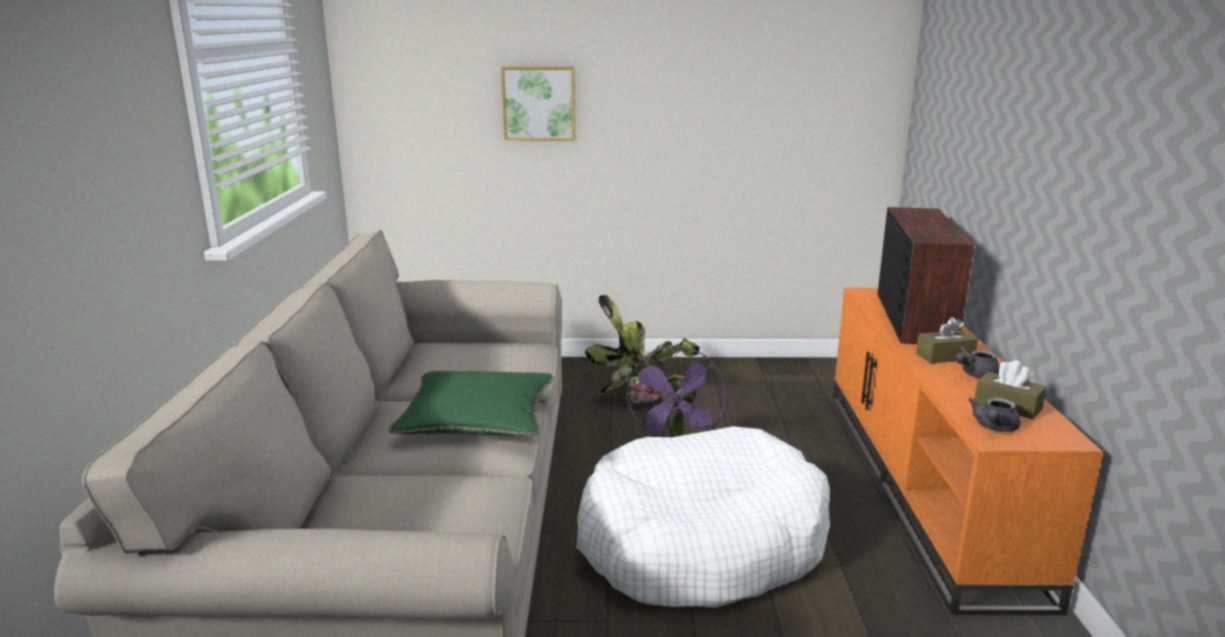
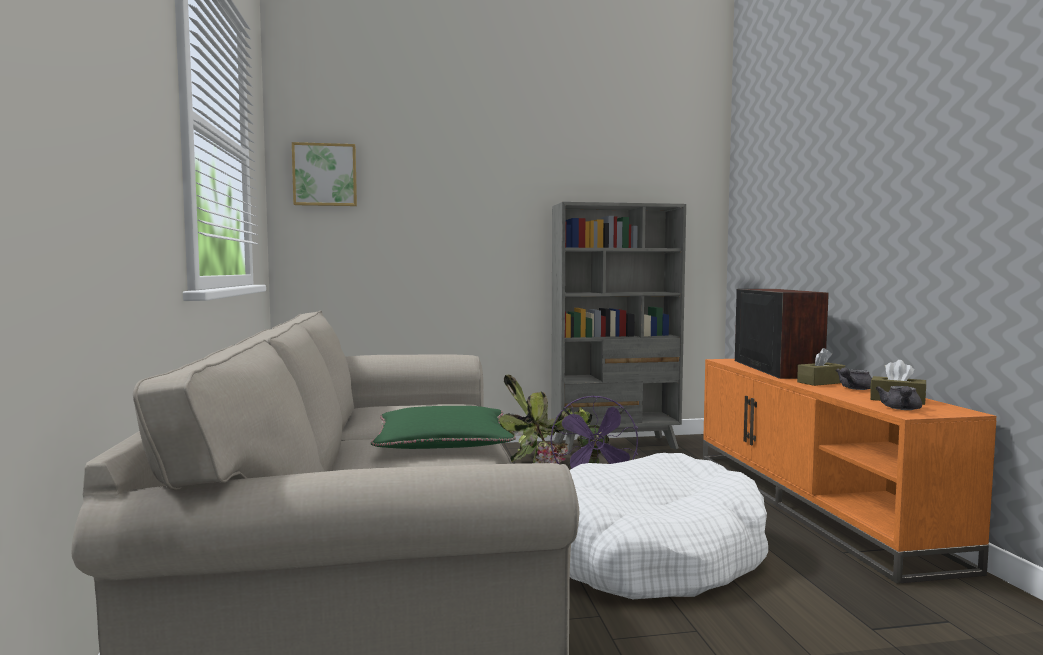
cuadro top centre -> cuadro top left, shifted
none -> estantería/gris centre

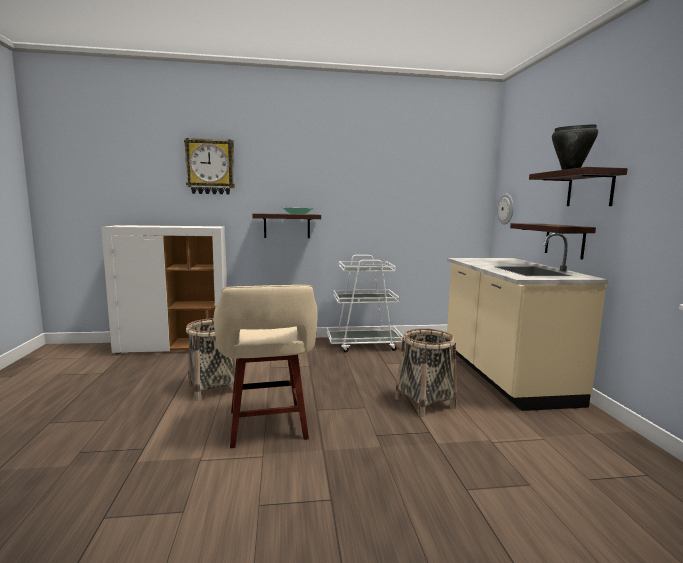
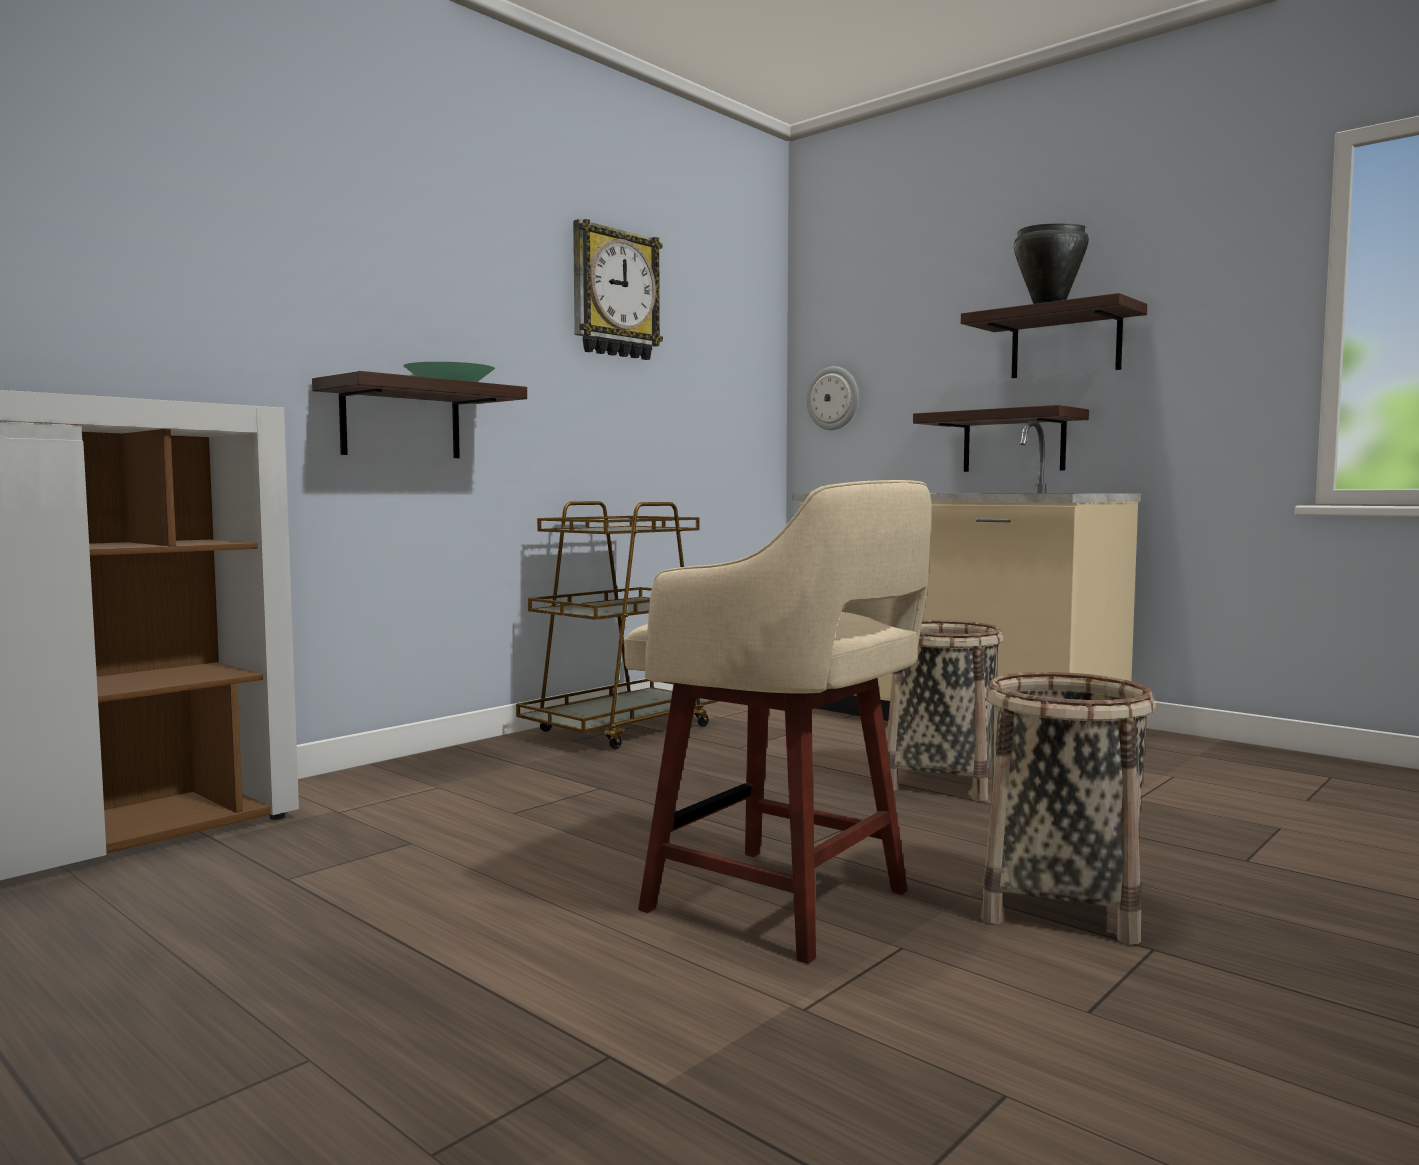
reloj de pared (no. 1 from left) top left -> reloj de pared (no. 1 from left) top centre, shifted
cesta (no. 1 from left in the first image) middle left -> cesta (no. 2 from left) bottom right, shifted
carrito/blanco centre -> carrito/marrón centre

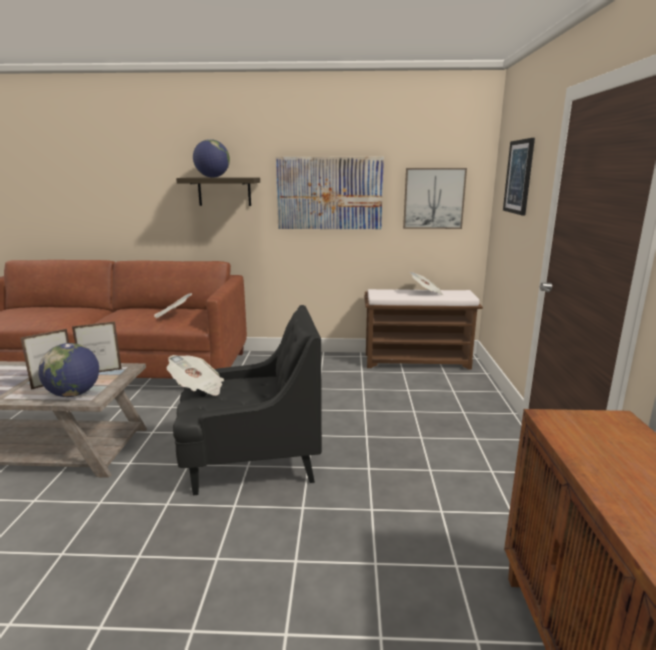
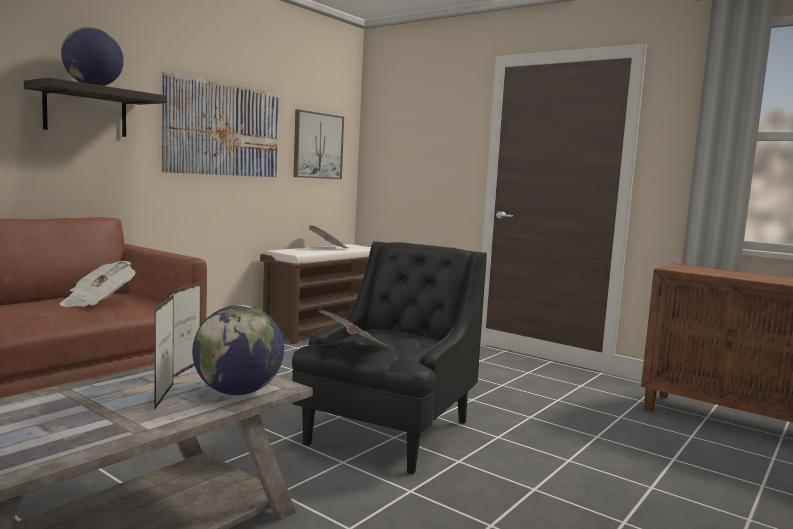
cuadro (no. 3 from left) top right -> none

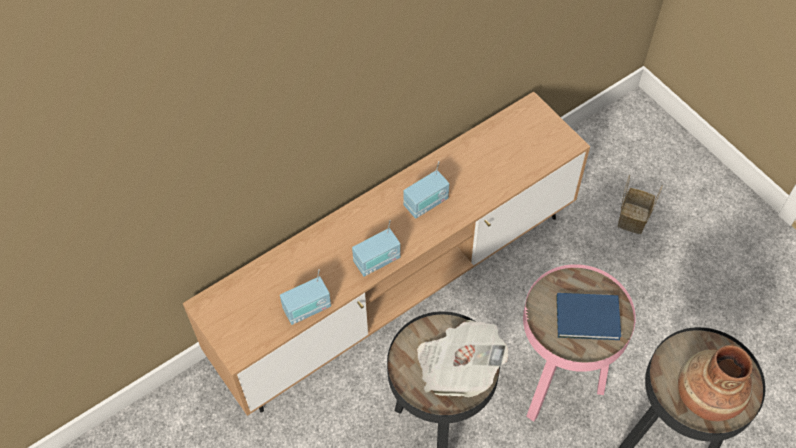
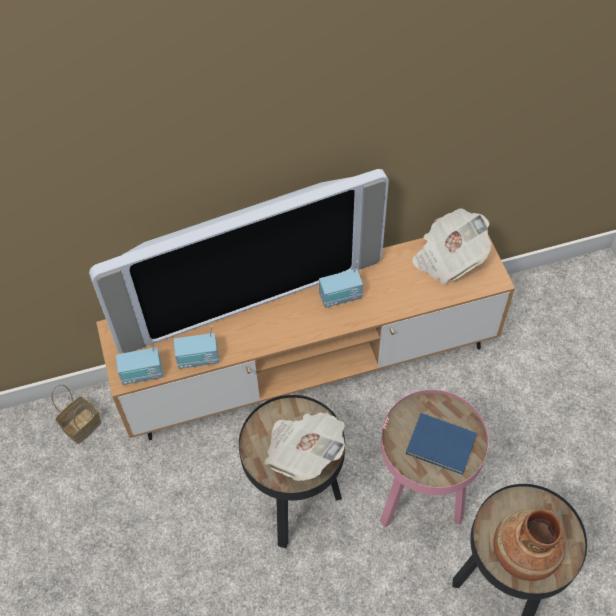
radio (no. 2 from left in the first image) centre -> radio (no. 1 from left) middle left, shifted
cesta middle right -> cesta bottom left, shifted
none -> televisor centre
none -> periódico (no. 2 from left) middle right

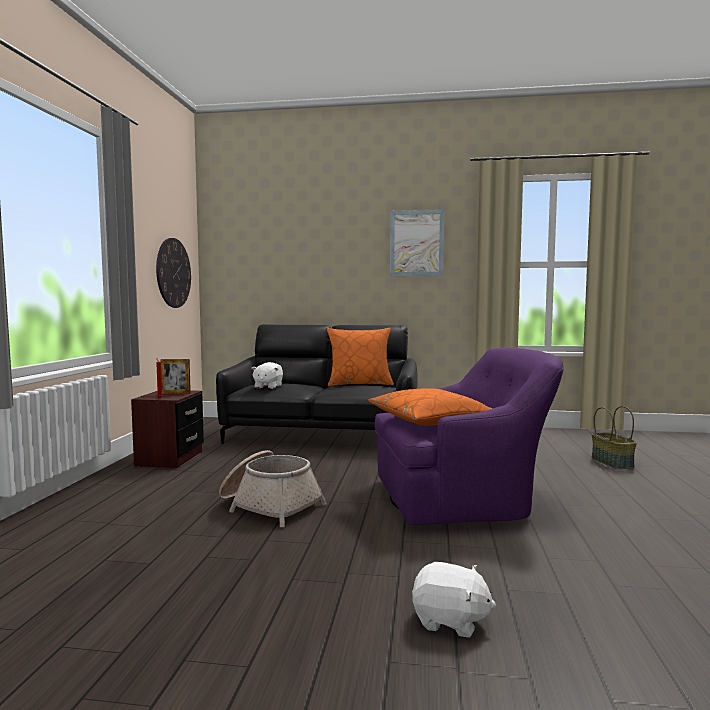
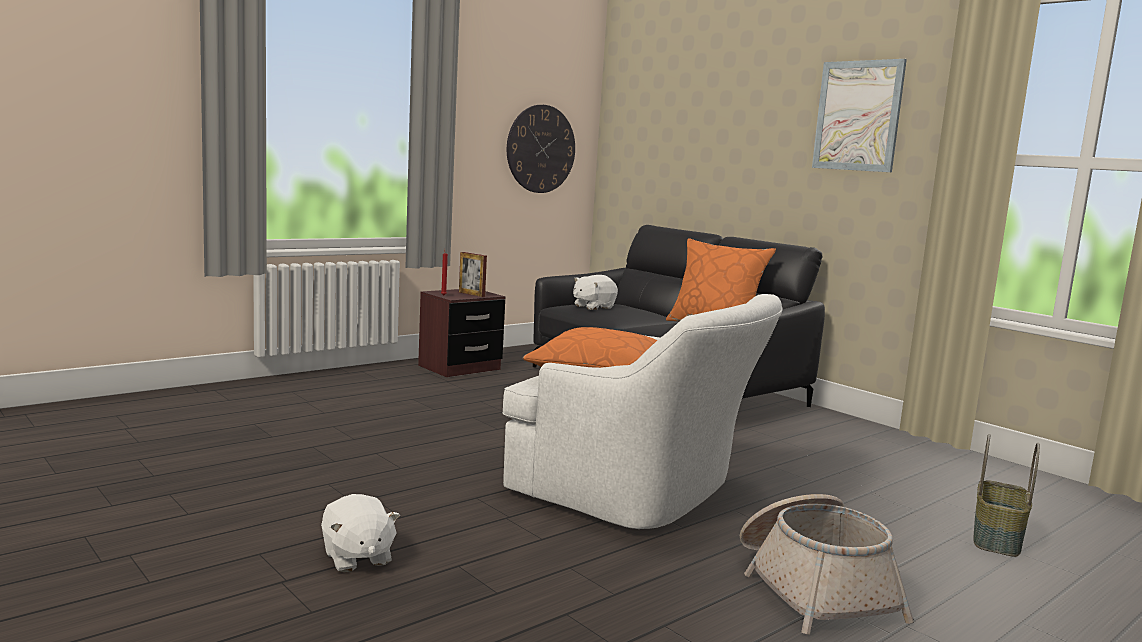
cesta (no. 1 from left) bottom centre -> cesta (no. 1 from left) bottom right, shifted
sillón/morado centre -> sillón/blanco centre

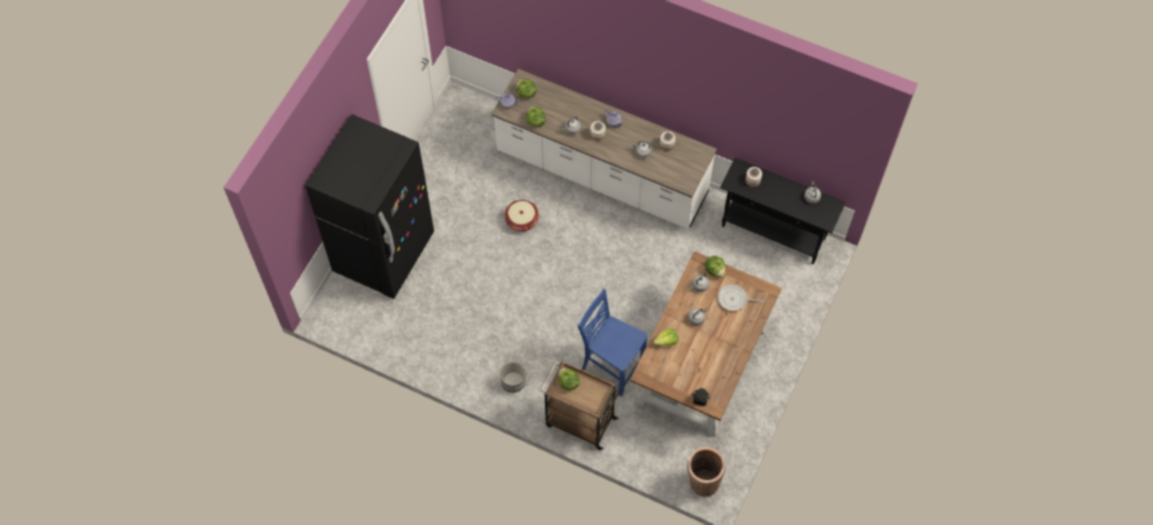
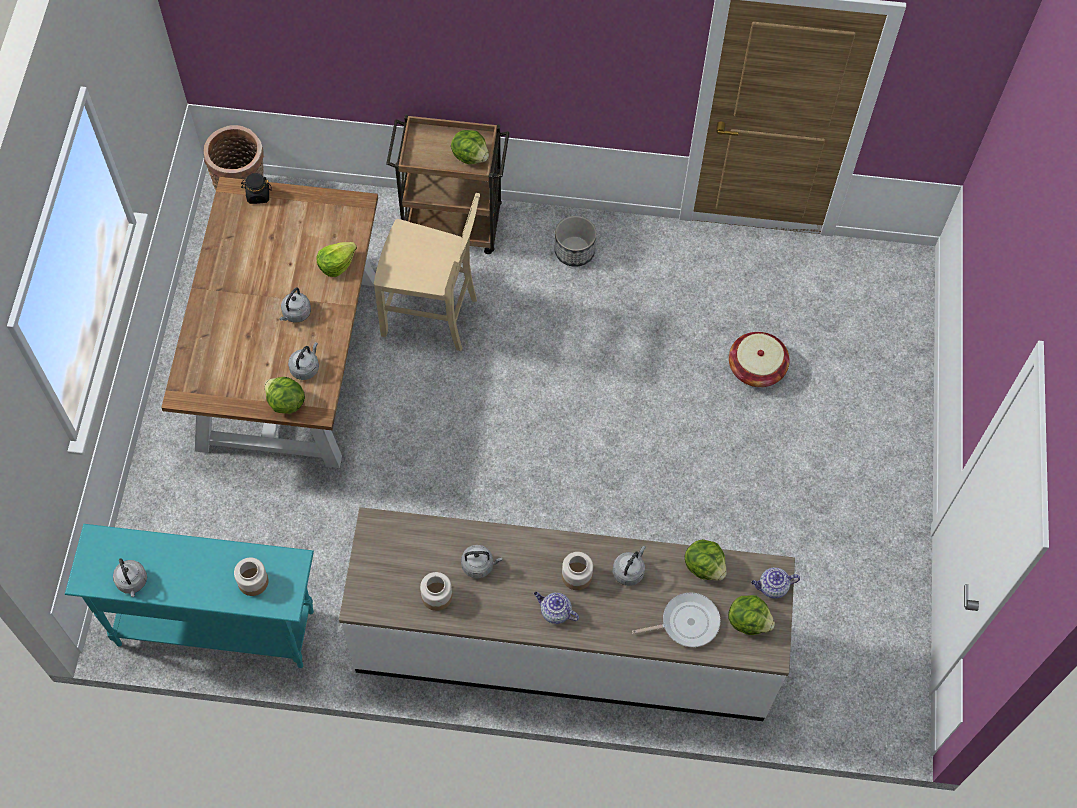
nevera/negro middle left -> none
cesta (no. 1 from left in the first image) centre -> cesta (no. 2 from left) middle right, shifted
silla/azul centre -> silla/beis centre
sartén centre -> sartén bottom centre, shifted
mesa consola/negro middle right -> mesa consola/turquesa bottom left

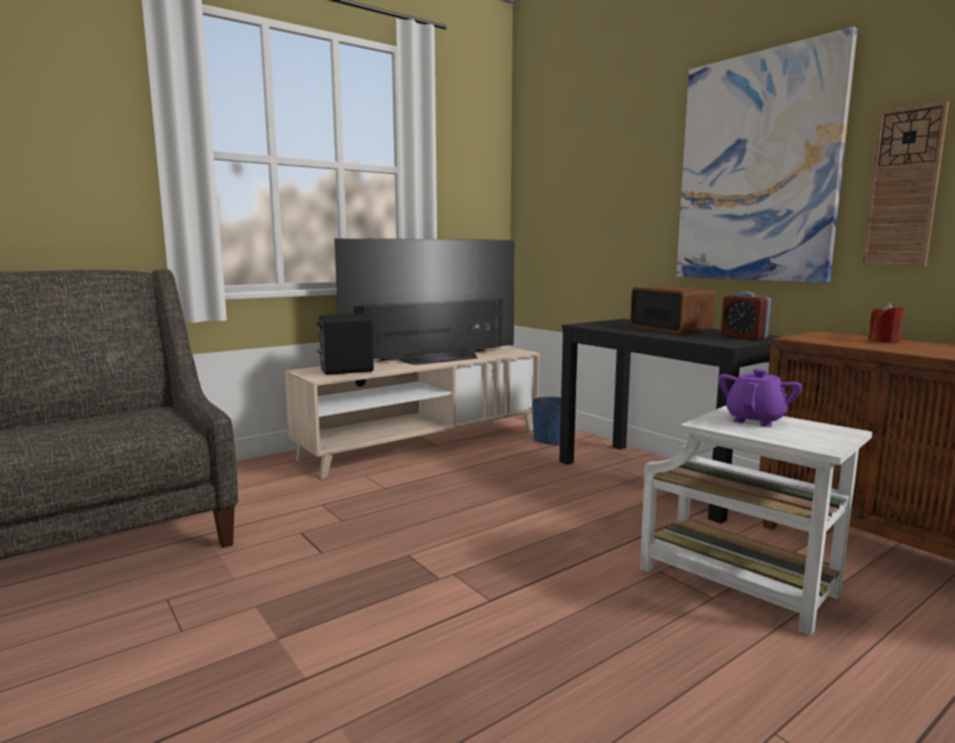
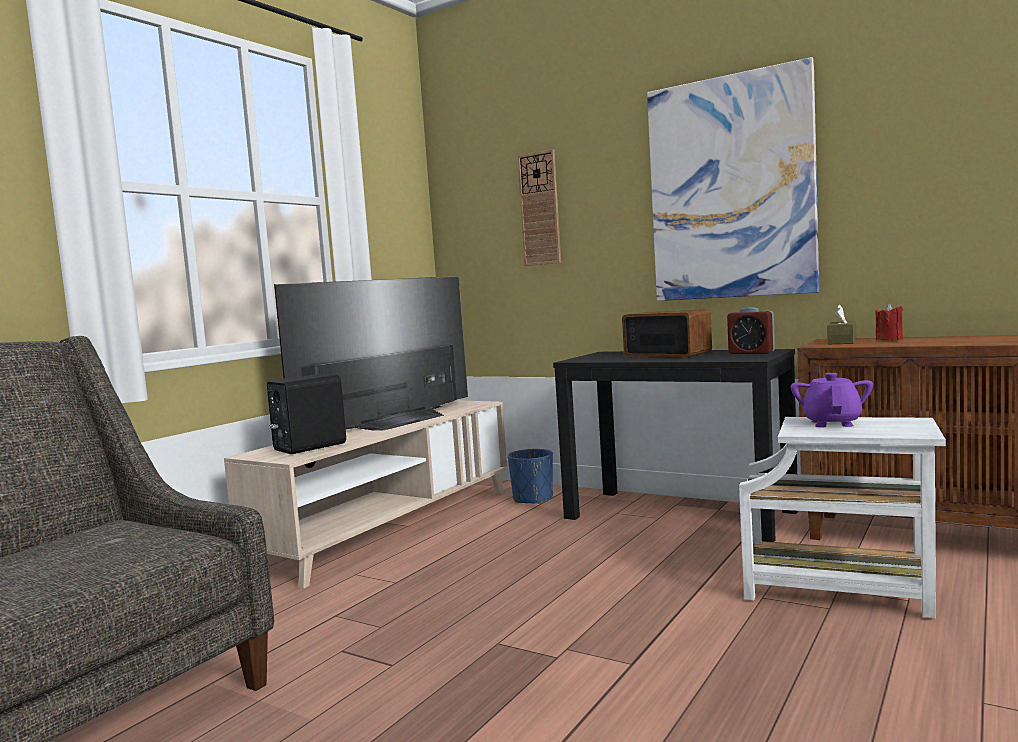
reloj de pared top right -> reloj de pared top centre, shifted
none -> caja de pañuelos/marrón middle right

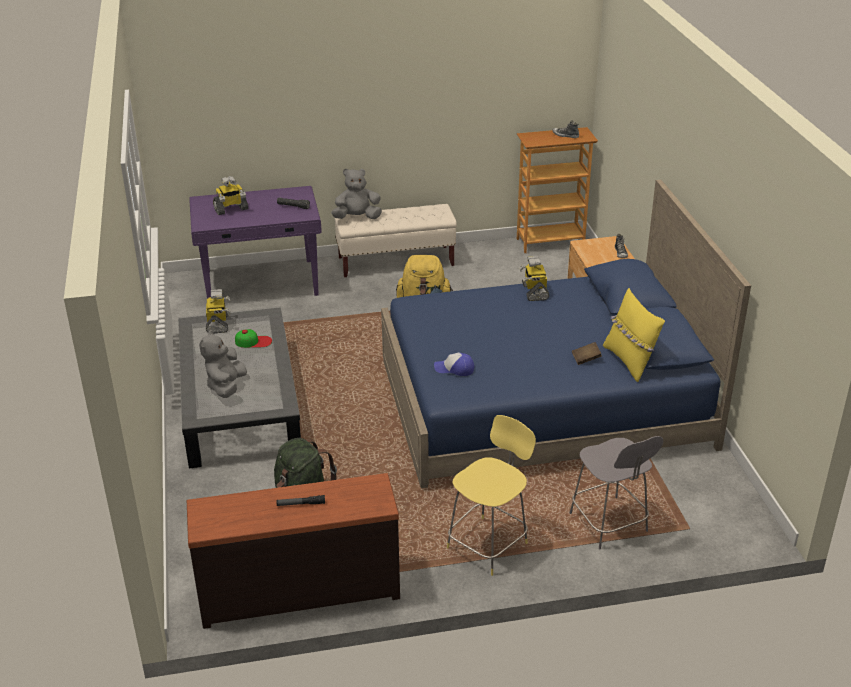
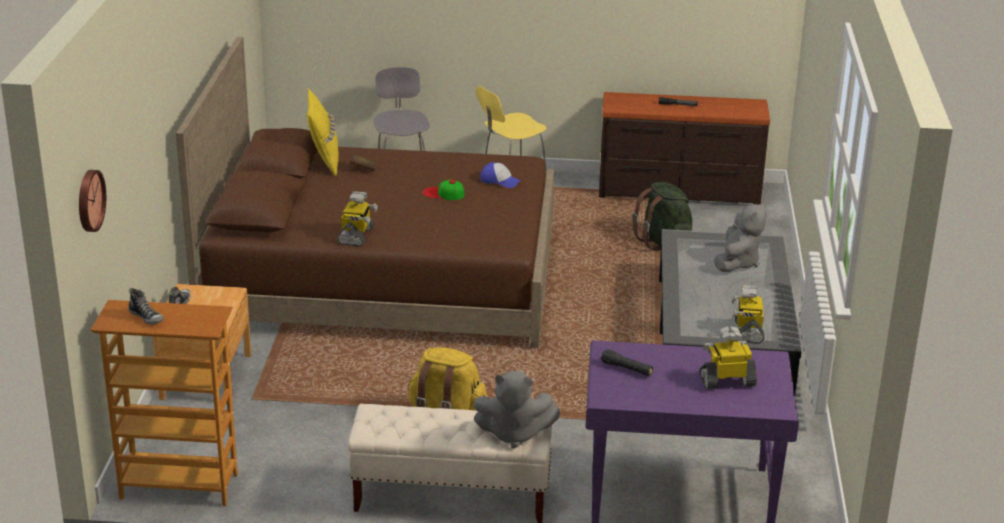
gorra (no. 1 from left) middle left -> gorra (no. 1 from left) centre, shifted
cama/azul centre -> cama/marrón centre
none -> reloj de pared middle left

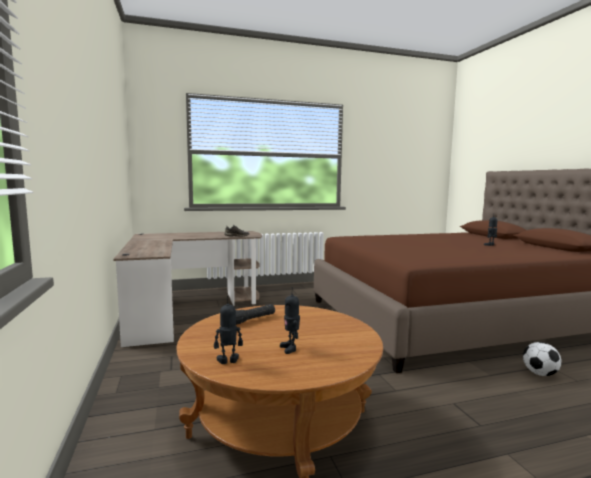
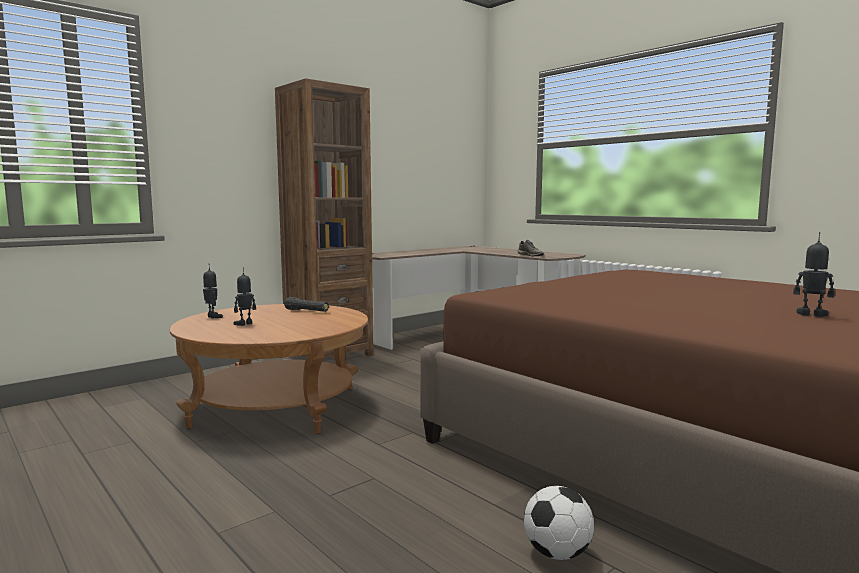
none -> estantería/marrón centre

